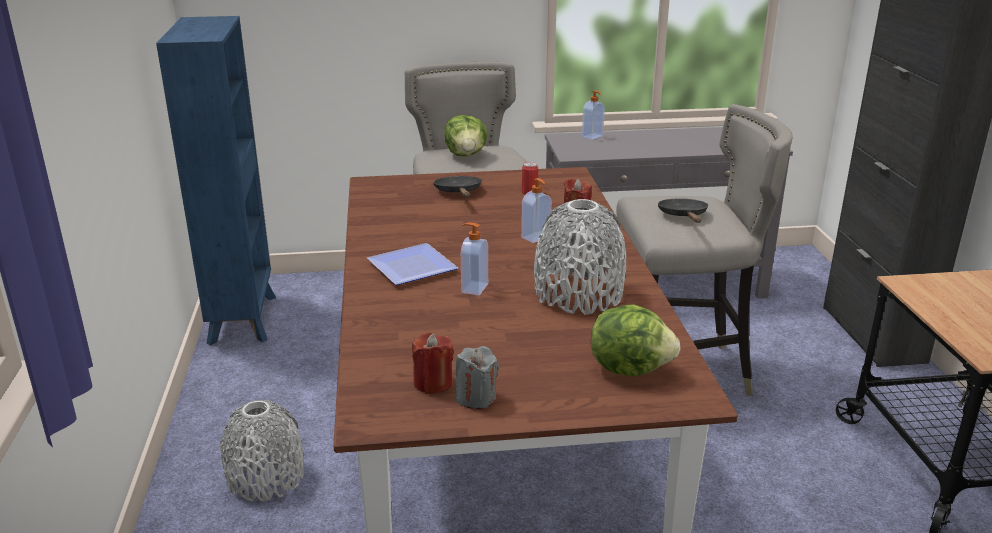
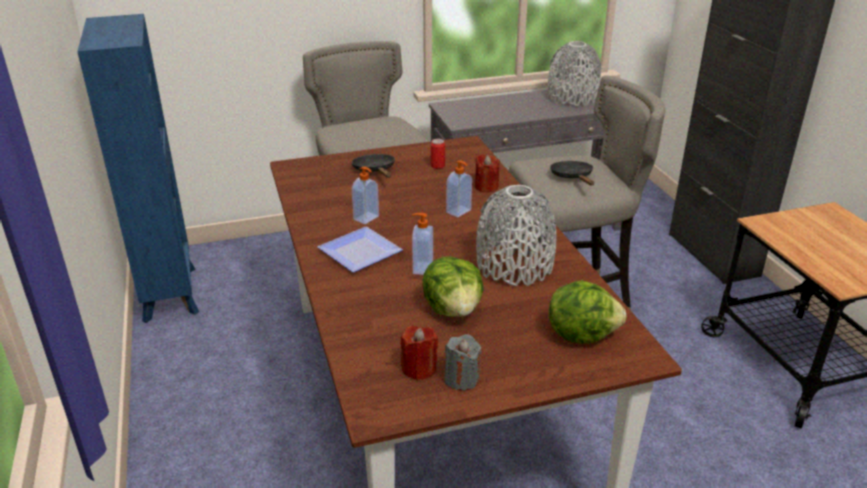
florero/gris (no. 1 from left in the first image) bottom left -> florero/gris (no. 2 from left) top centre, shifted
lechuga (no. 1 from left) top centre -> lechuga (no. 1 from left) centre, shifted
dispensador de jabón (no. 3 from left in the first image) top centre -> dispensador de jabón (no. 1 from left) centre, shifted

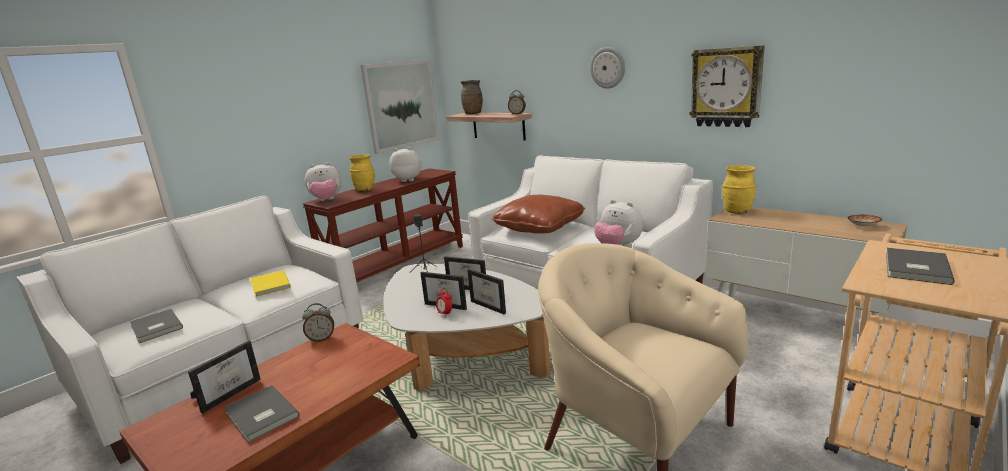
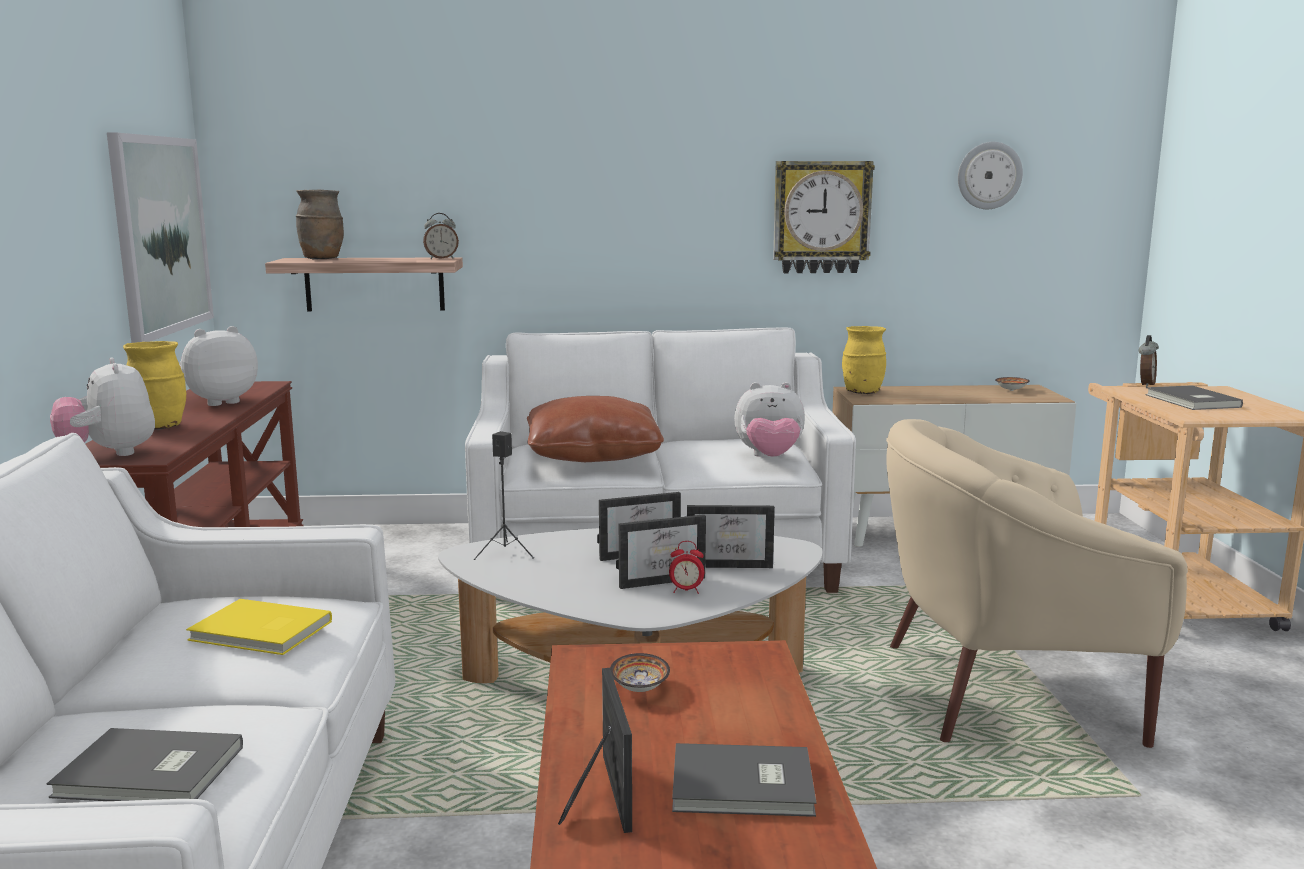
despertador (no. 1 from left in the first image) bottom left -> despertador (no. 3 from left) middle right, shifted
peluche (no. 1 from left) middle left, 120 degrees clockwise
reloj de pared (no. 1 from left in the first image) top centre -> reloj de pared (no. 2 from left) top right, shifted
none -> cuenco (no. 1 from left) bottom centre

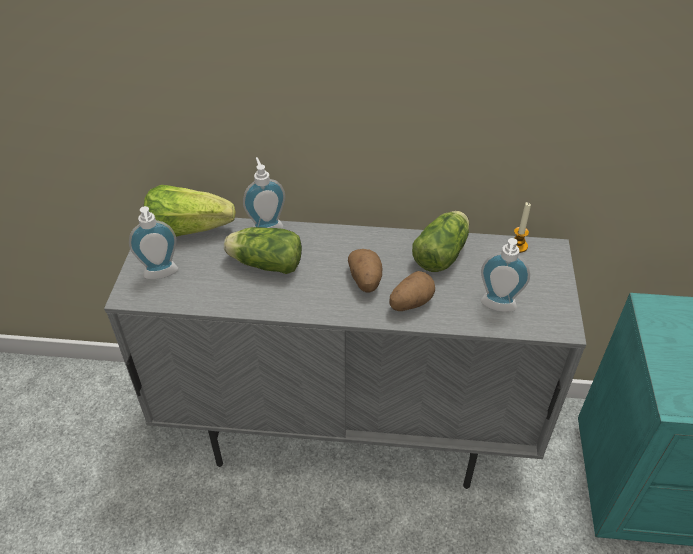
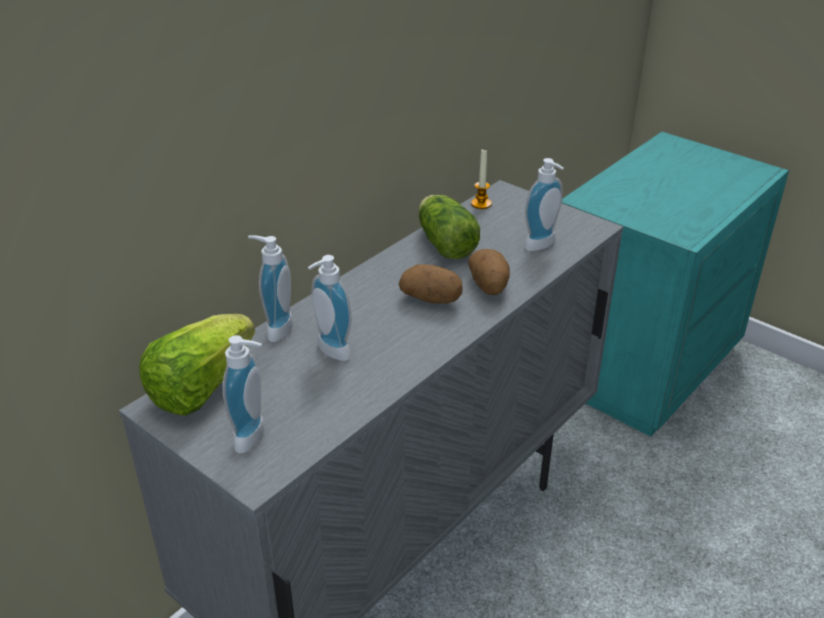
lechuga (no. 2 from left) centre -> dispensador de jabón (no. 3 from left) centre

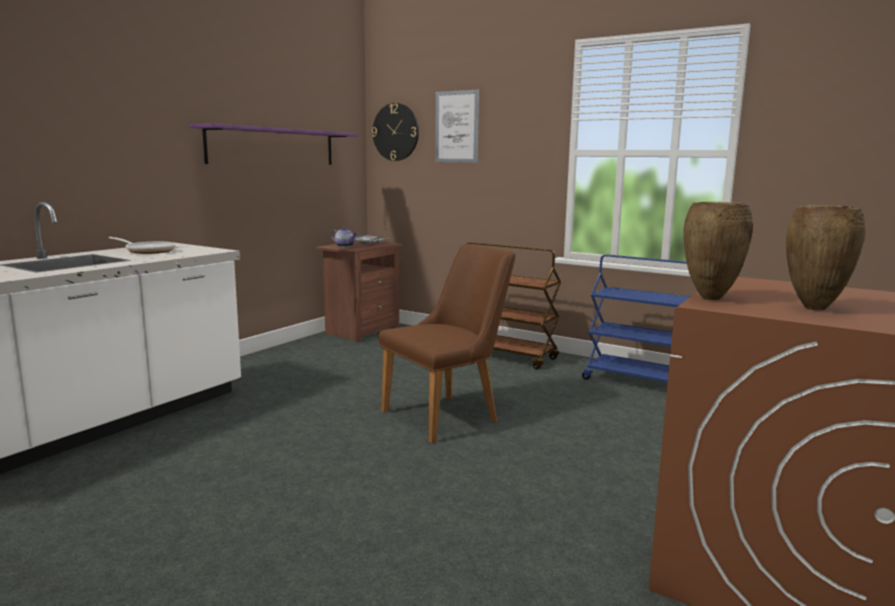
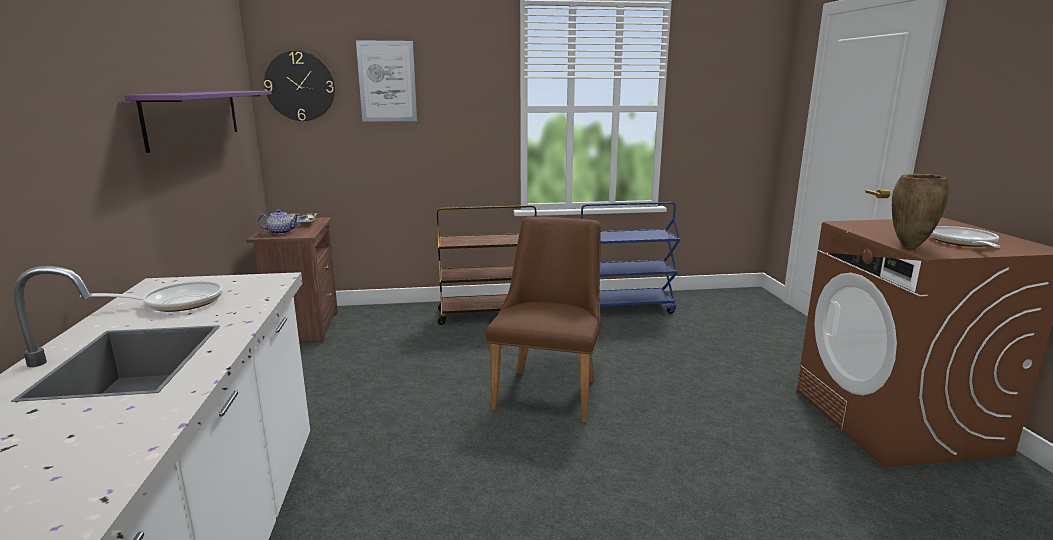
florero/marrón (no. 2 from left) middle right -> sartén (no. 2 from left) middle right

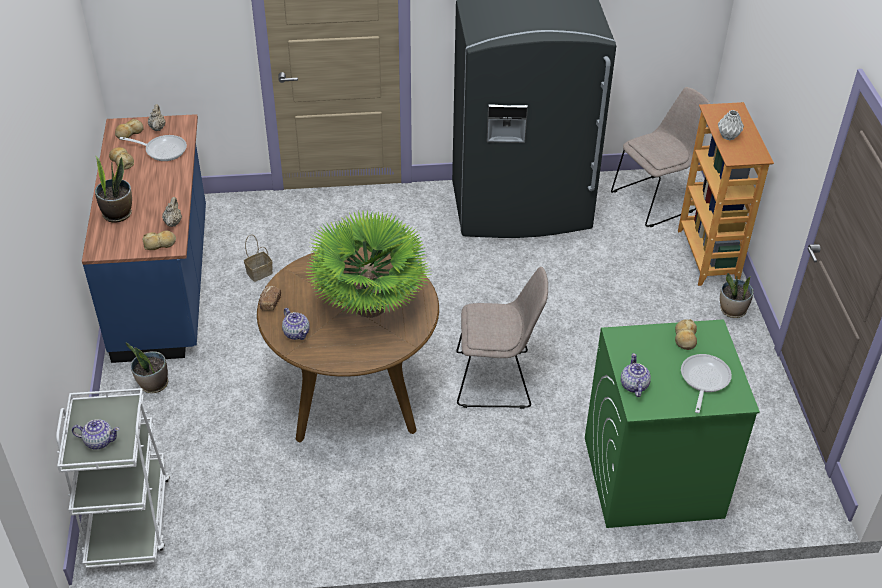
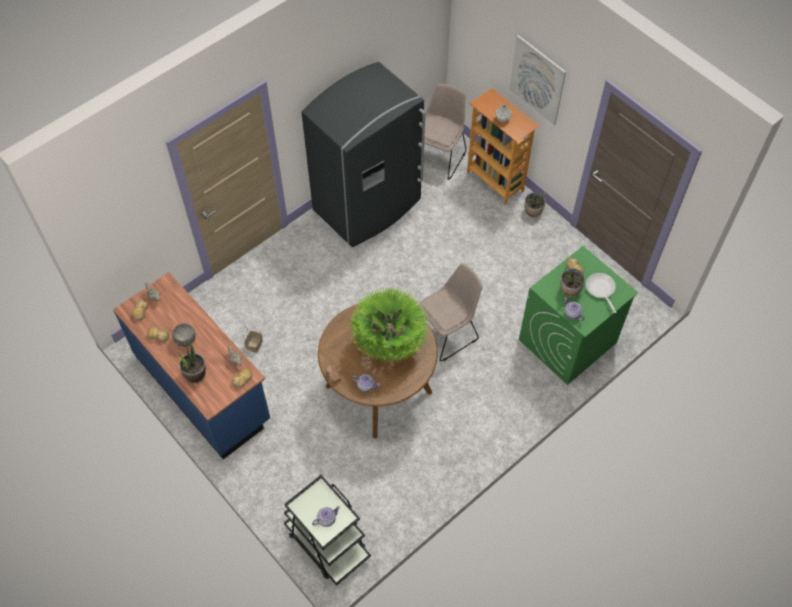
carrito/blanco bottom left -> carrito/negro bottom centre
sartén (no. 1 from left) top left -> none
planta en maceta (no. 2 from left in the first image) middle left -> planta en maceta (no. 4 from left) middle right, shifted
none -> cuenco/gris middle left
none -> cuadro top right

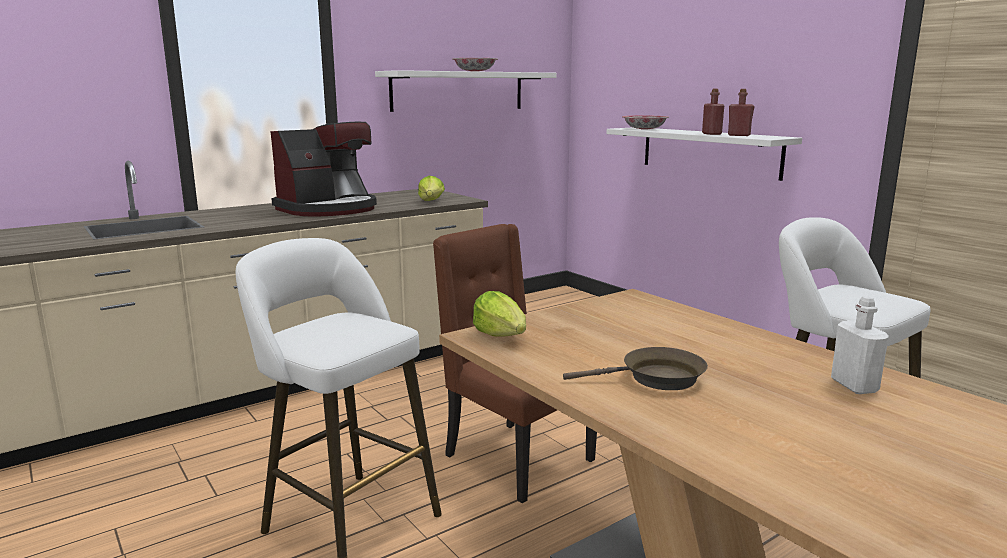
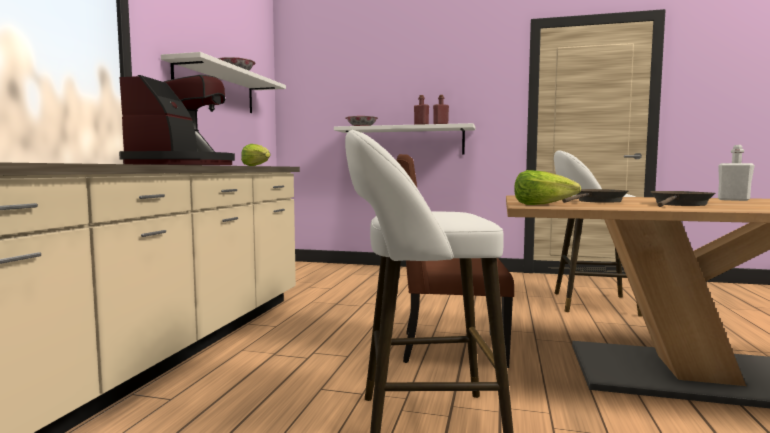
none -> sartén/marrón (no. 1 from left) middle right

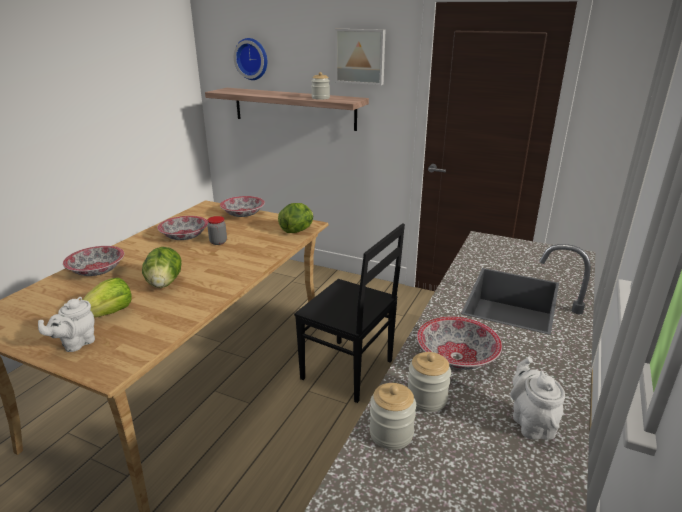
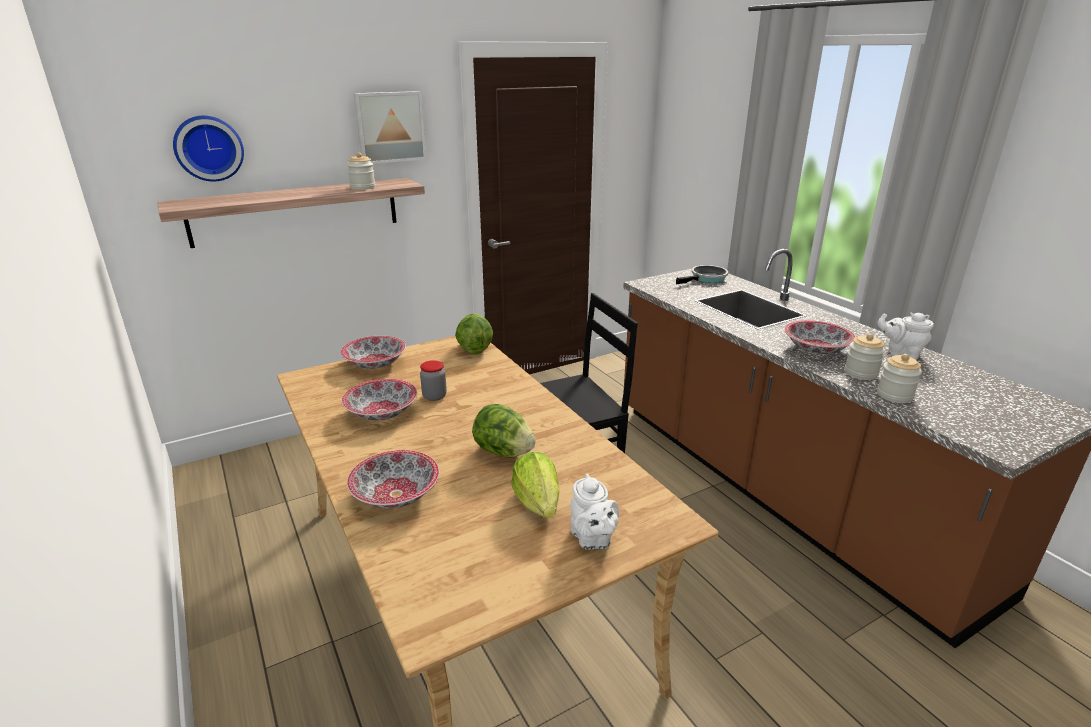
none -> sartén centre

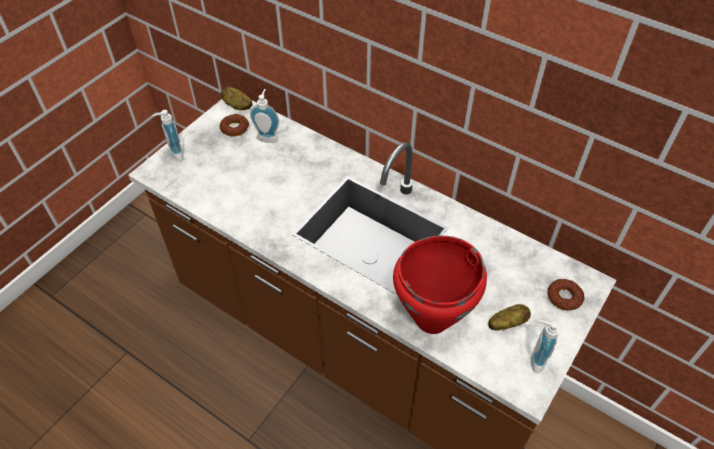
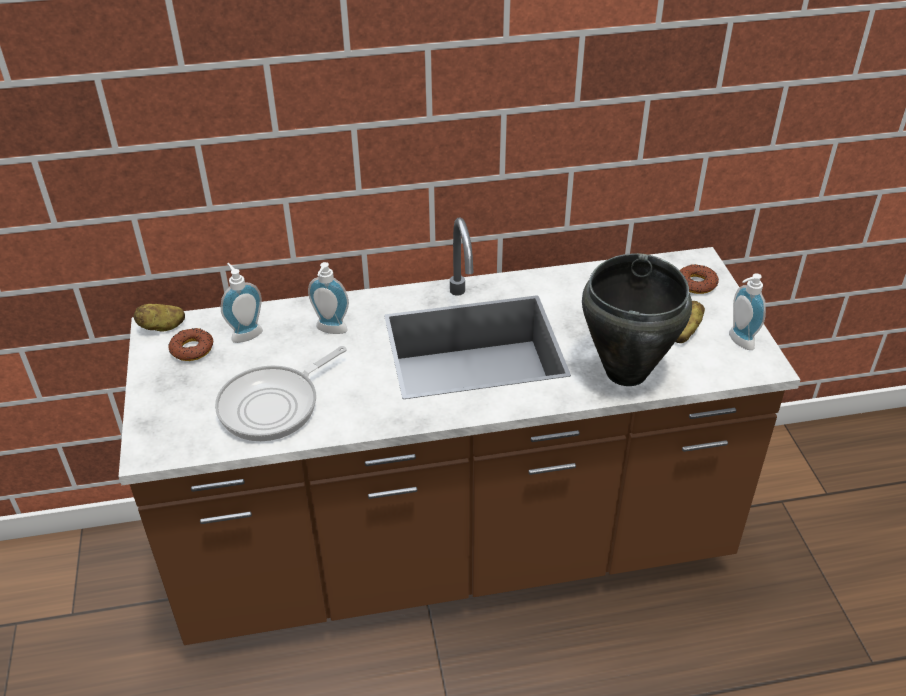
dispensador de jabón (no. 1 from left in the first image) top left -> dispensador de jabón (no. 2 from left) centre, shifted
olla/rojo centre -> olla/negro middle right
none -> sartén middle left

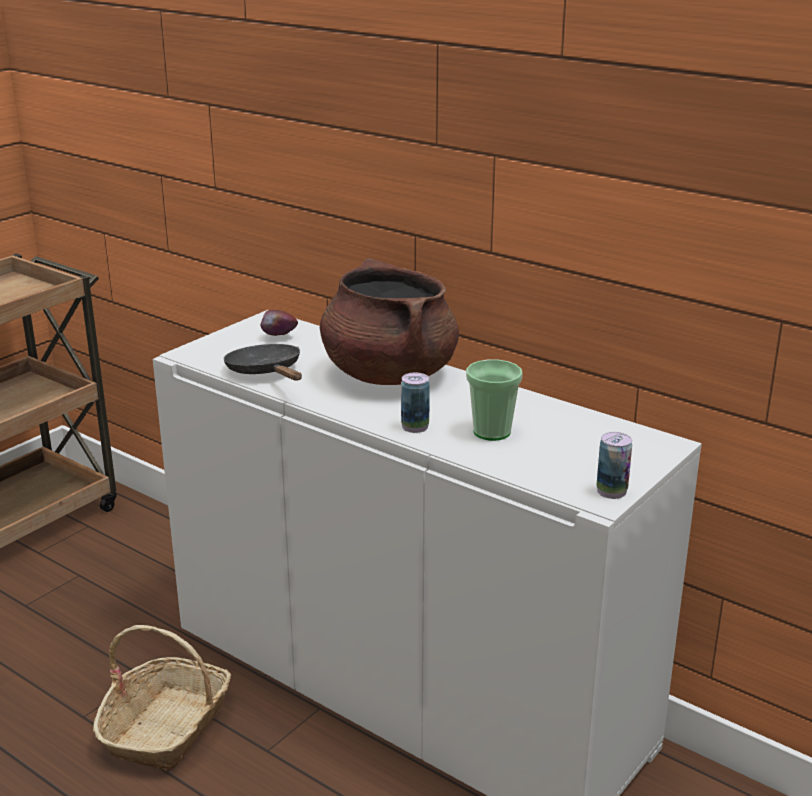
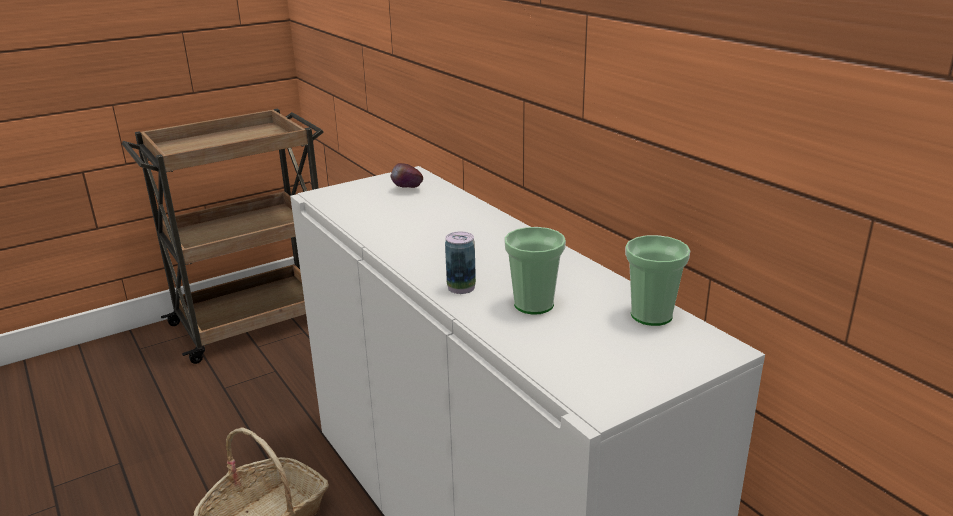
sartén/negro middle left -> none
olla/marrón centre -> none
lata (no. 2 from left) middle right -> none
none -> taza (no. 2 from left) middle right

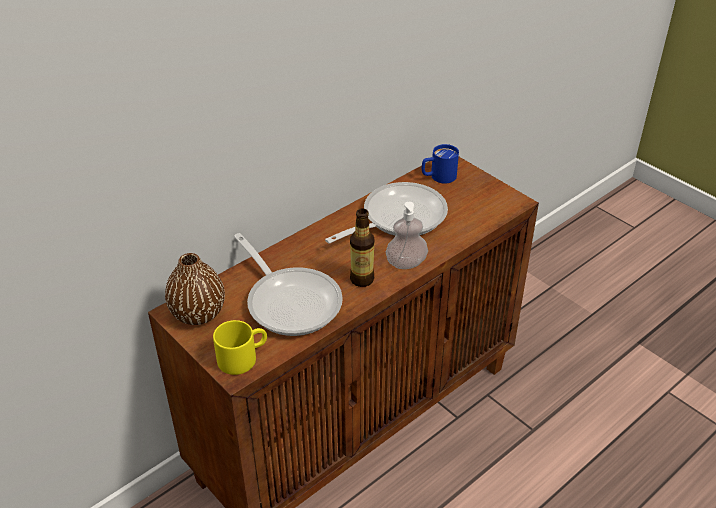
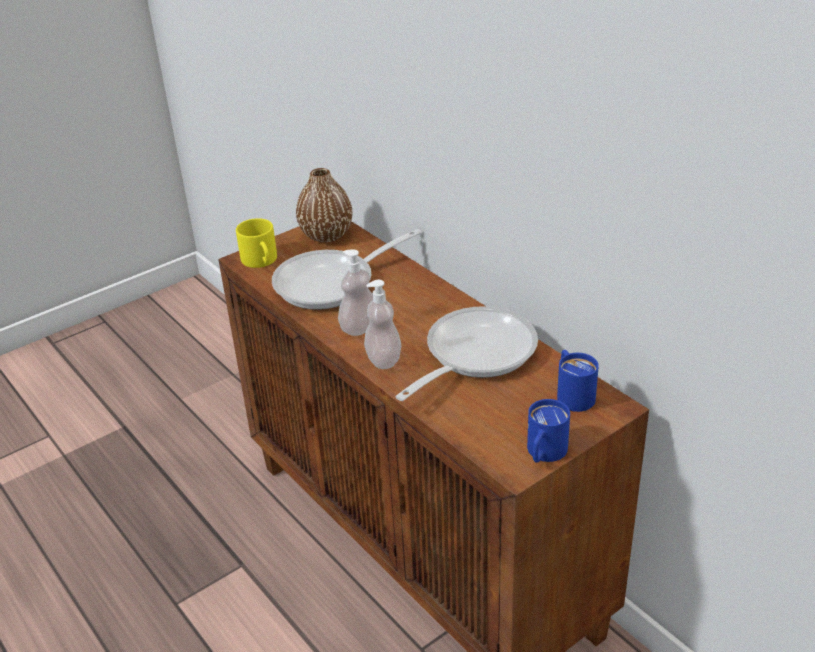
sartén (no. 2 from left) centre, 105 degrees counterclockwise
botella centre -> dispensador de jabón (no. 1 from left) centre
none -> taza grande/azul (no. 1 from left) middle right

